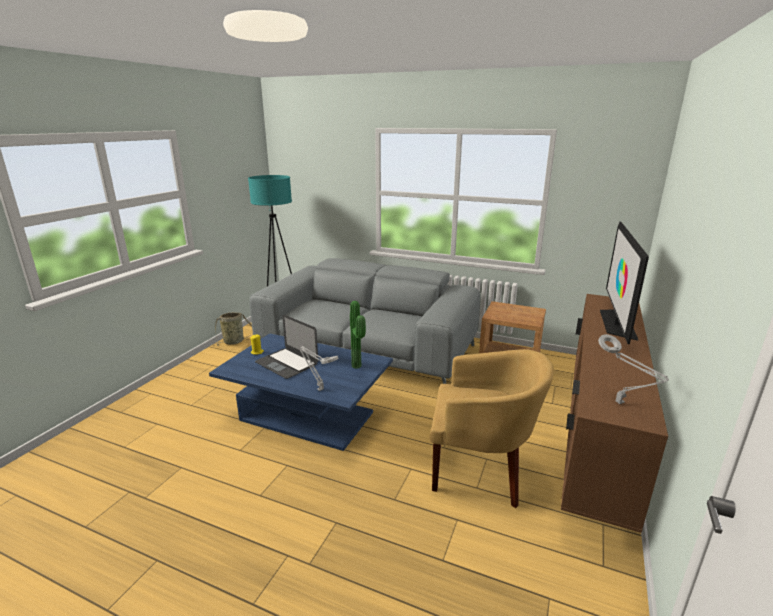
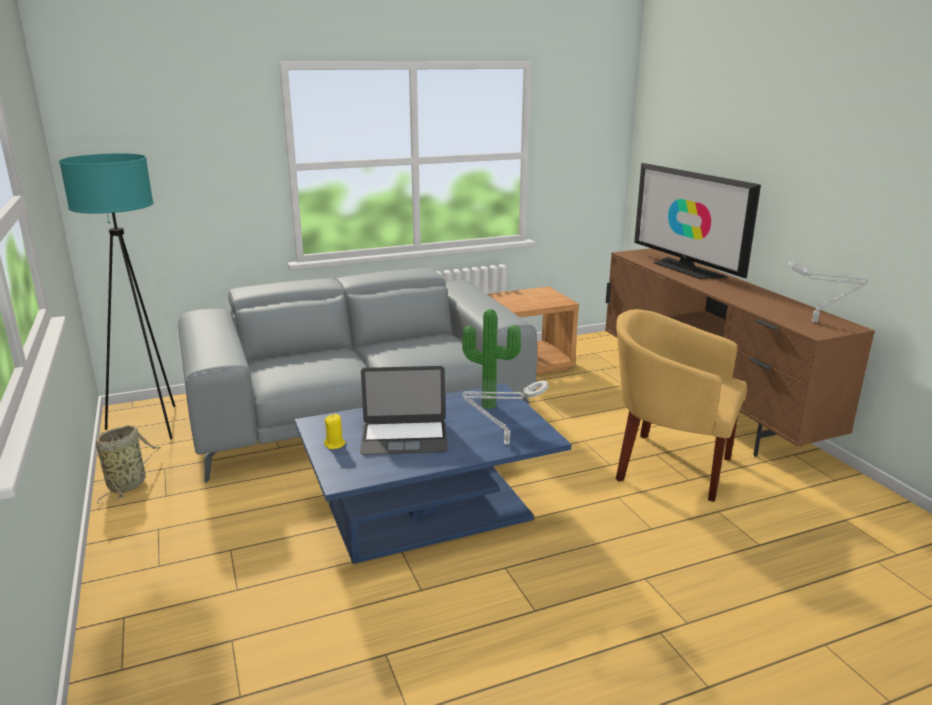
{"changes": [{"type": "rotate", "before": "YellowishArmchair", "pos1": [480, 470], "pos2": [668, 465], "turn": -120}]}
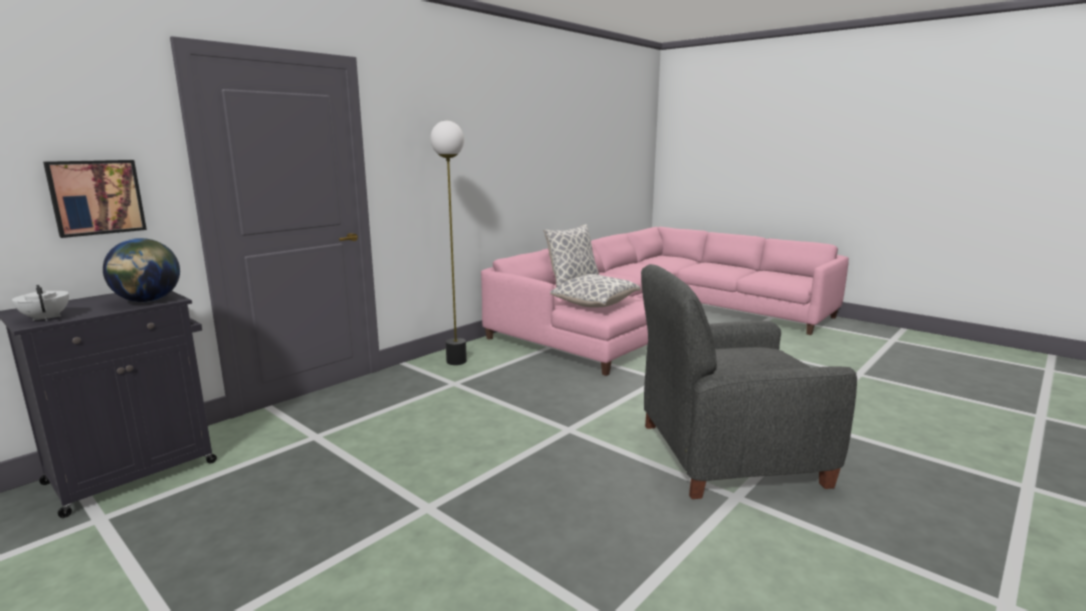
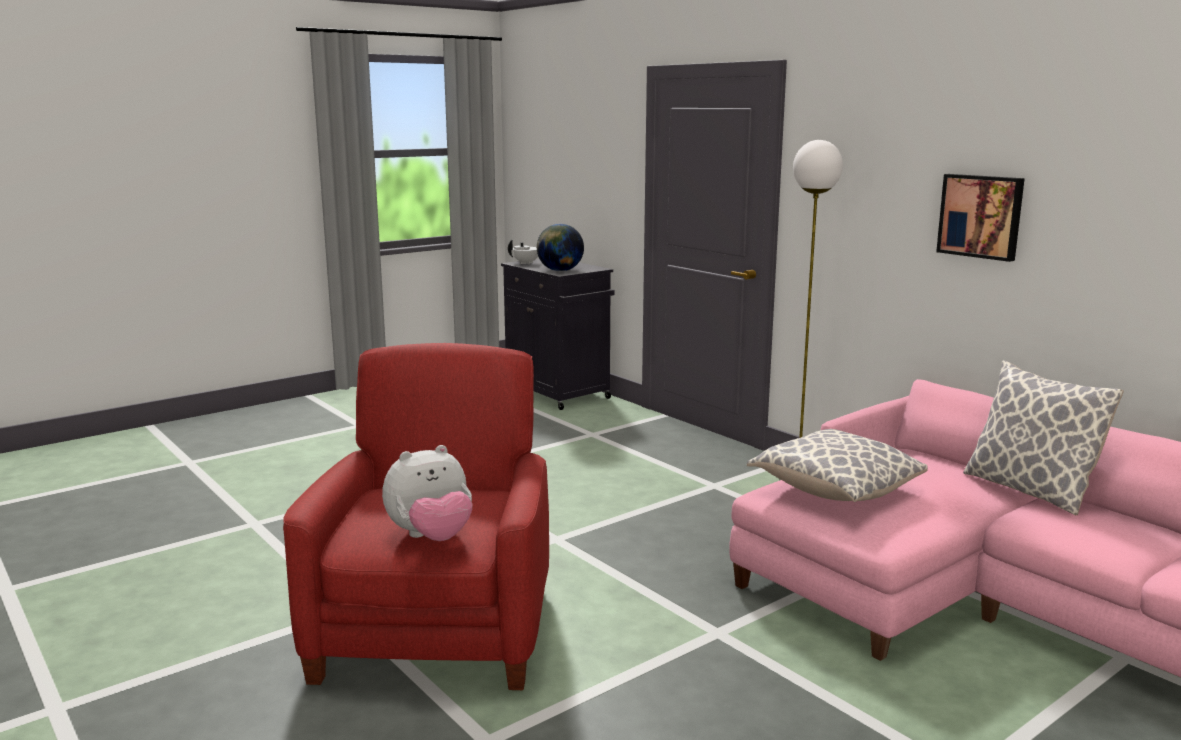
{"changes": [{"type": "move", "before": "WallArt", "pos1": [96, 197], "pos2": [981, 216]}, {"type": "recolor", "before": "GreyArmchair", "after": "RedColouredArmchair", "pos1": [727, 454], "pos2": [437, 629]}, {"type": "insert", "after": "CuddlyToy", "pos2": [431, 537]}]}
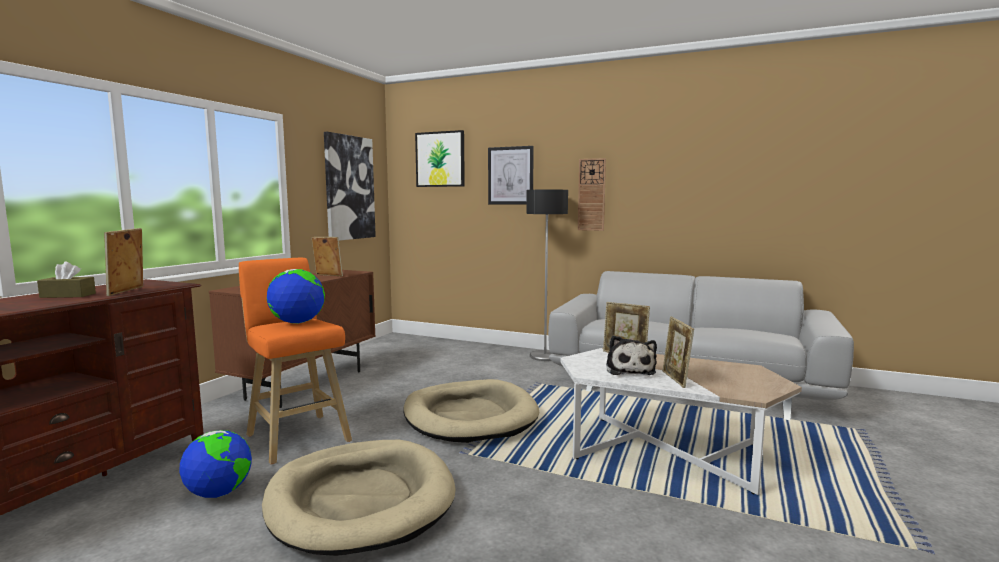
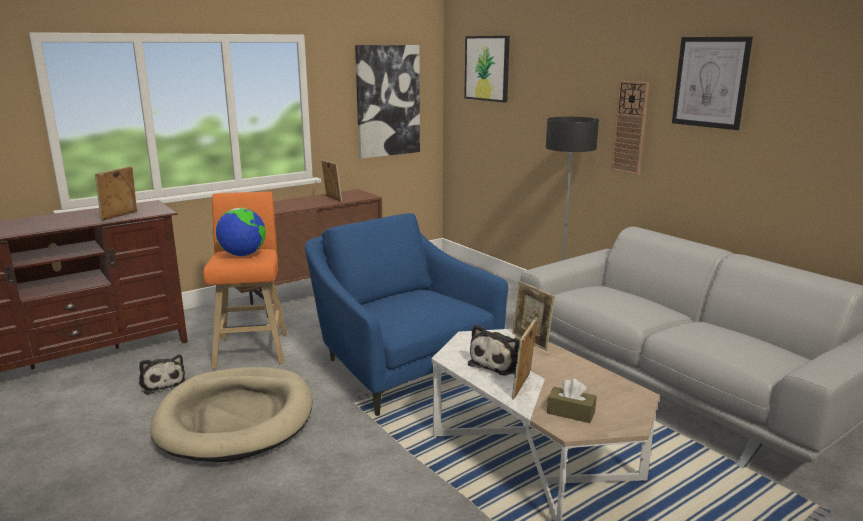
{"changes": [{"type": "move", "before": "WallArt", "pos1": [510, 175], "pos2": [710, 82]}, {"type": "move", "before": "BrownColouredTissueHolder", "pos1": [68, 295], "pos2": [571, 412]}, {"type": "replace", "before": "BeigePetBed", "after": "BlueColouredArmchair", "pos1": [470, 416], "pos2": [400, 365]}, {"type": "replace", "before": "DeskGlobe", "after": "CuddlyToy", "pos1": [219, 493], "pos2": [162, 383]}]}
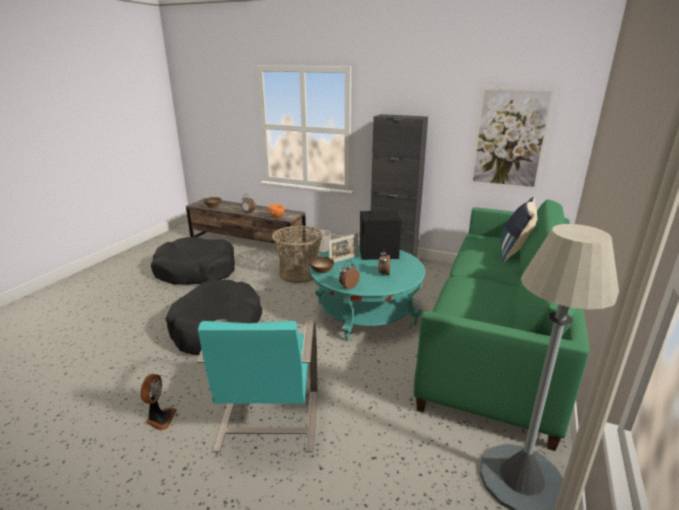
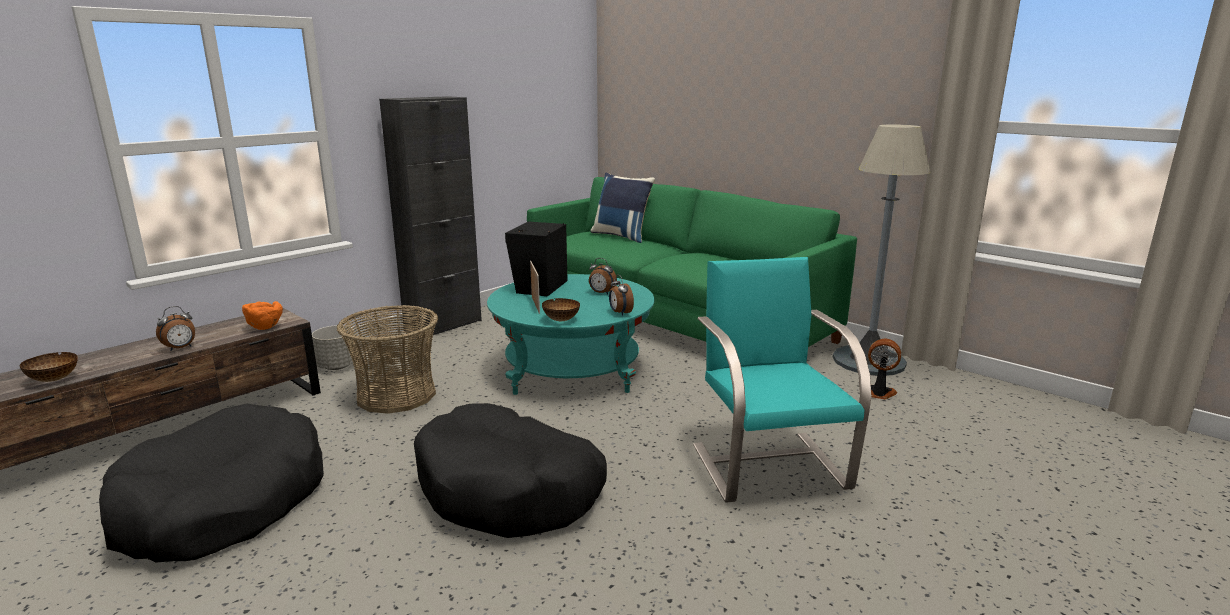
{"changes": [{"type": "delete", "before": "WallArt", "pos1": [509, 139]}, {"type": "rotate", "before": "TurquoiseColouredArmchair", "pos1": [268, 421], "pos2": [768, 465], "turn": -120}, {"type": "move", "before": "CoolingFan", "pos1": [160, 418], "pos2": [879, 393]}]}
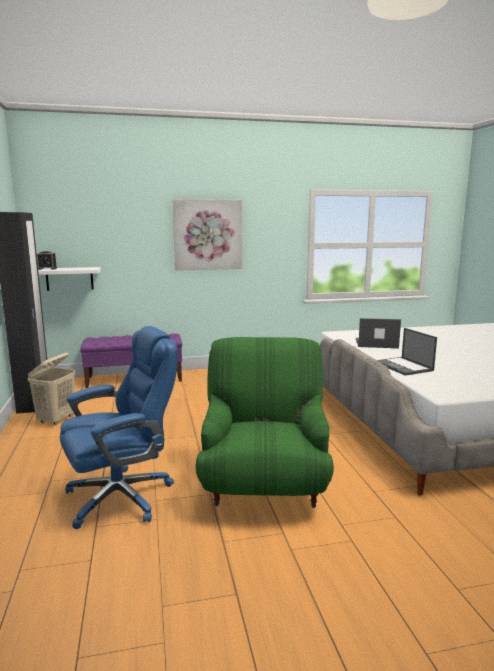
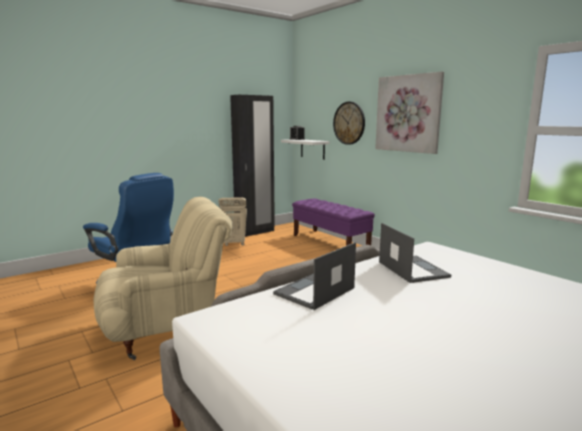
{"changes": [{"type": "recolor", "before": "GreenishArmchair", "after": "BeigeArmchair", "pos1": [264, 485], "pos2": [167, 329]}, {"type": "insert", "after": "WallClock", "pos2": [349, 123]}]}
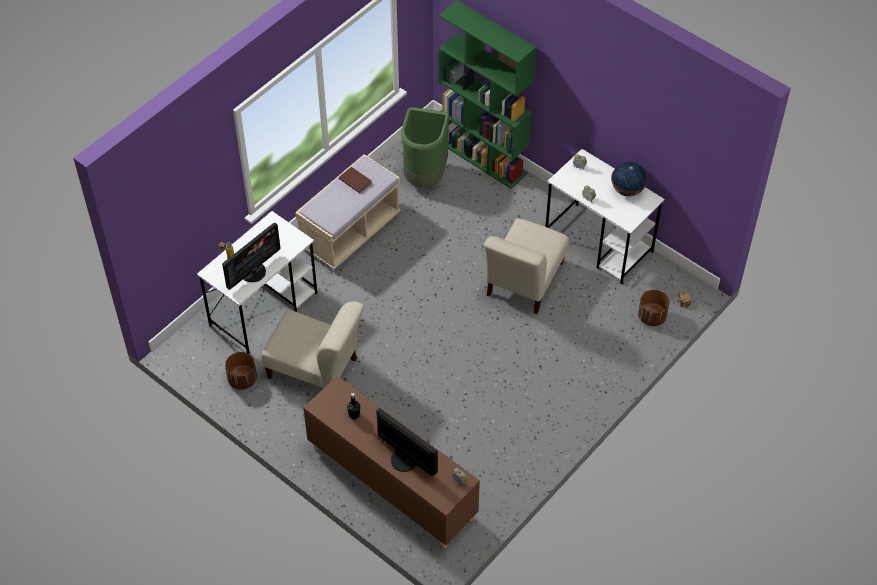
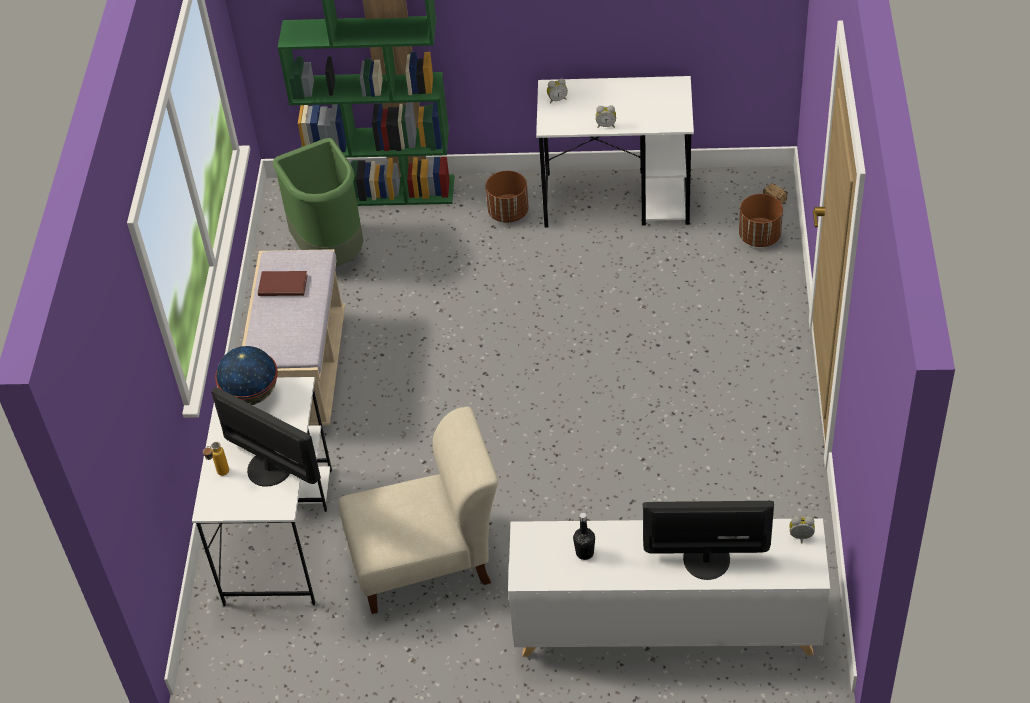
{"changes": [{"type": "move", "before": "DeskGlobe", "pos1": [627, 190], "pos2": [251, 395]}, {"type": "delete", "before": "BeigePlainChair", "pos1": [523, 282]}, {"type": "rotate", "before": "ComputerDisplay", "pos1": [252, 271], "pos2": [270, 466], "turn": -60}, {"type": "move", "before": "BrownColouredPlantPot", "pos1": [242, 380], "pos2": [508, 213]}, {"type": "recolor", "before": "BrownColouredCupboard", "after": "WhiteCupboard", "pos1": [391, 482], "pos2": [665, 626]}]}
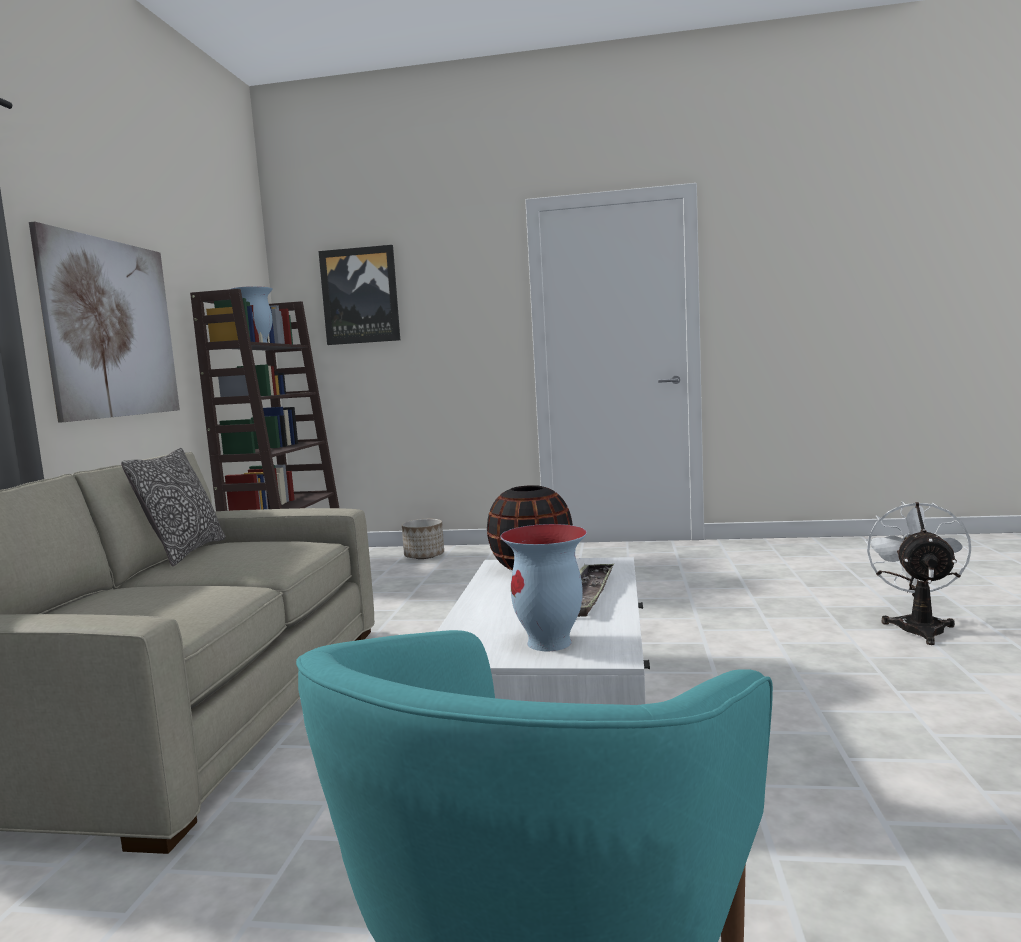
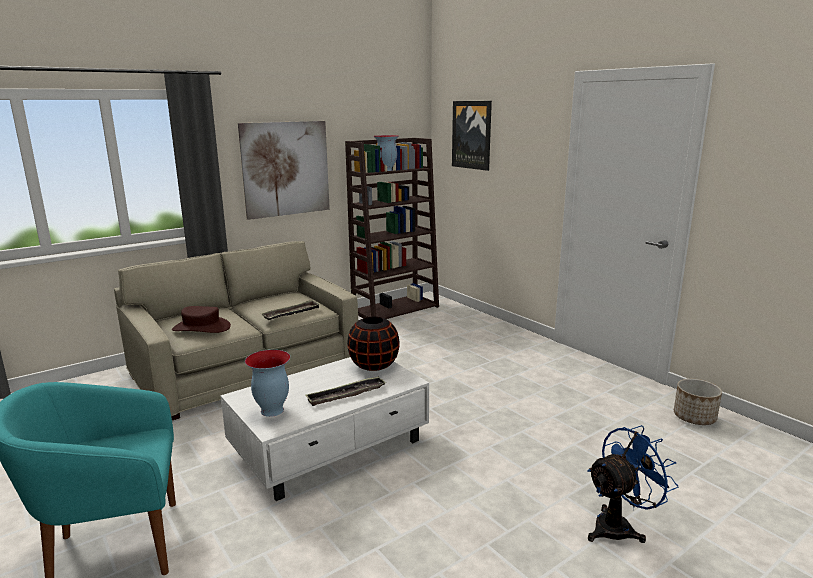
{"changes": [{"type": "delete", "before": "Cushion", "pos1": [185, 552]}, {"type": "recolor", "before": "WhiteCoolingFan", "after": "BlueColouredCoolingFan", "pos1": [918, 626], "pos2": [619, 526]}, {"type": "move", "before": "PlantPot", "pos1": [424, 556], "pos2": [694, 417]}, {"type": "insert", "after": "Tray", "pos2": [291, 313]}, {"type": "insert", "after": "BrownColouredWearableHat", "pos2": [201, 328]}]}
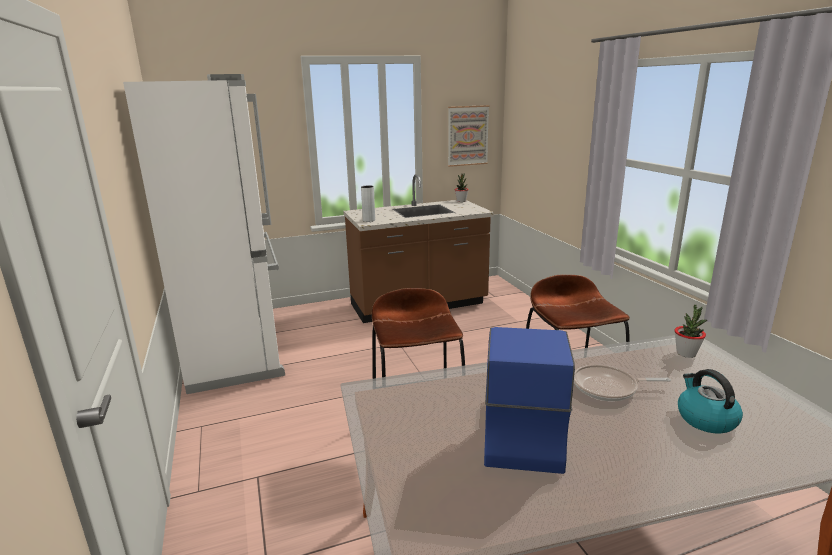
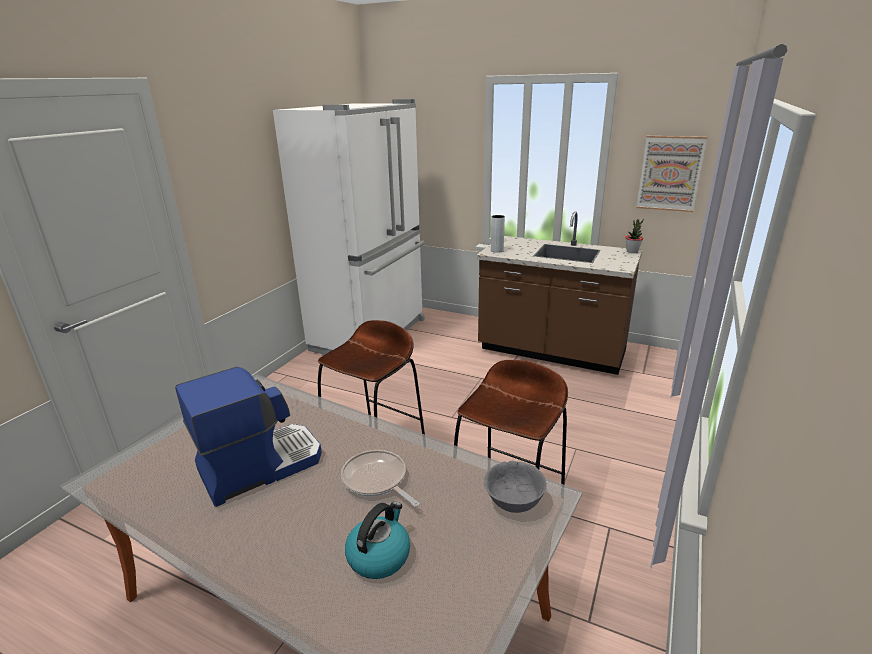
{"changes": [{"type": "replace", "before": "PlantInAPot", "after": "GreyBowl", "pos1": [686, 353], "pos2": [513, 502]}]}
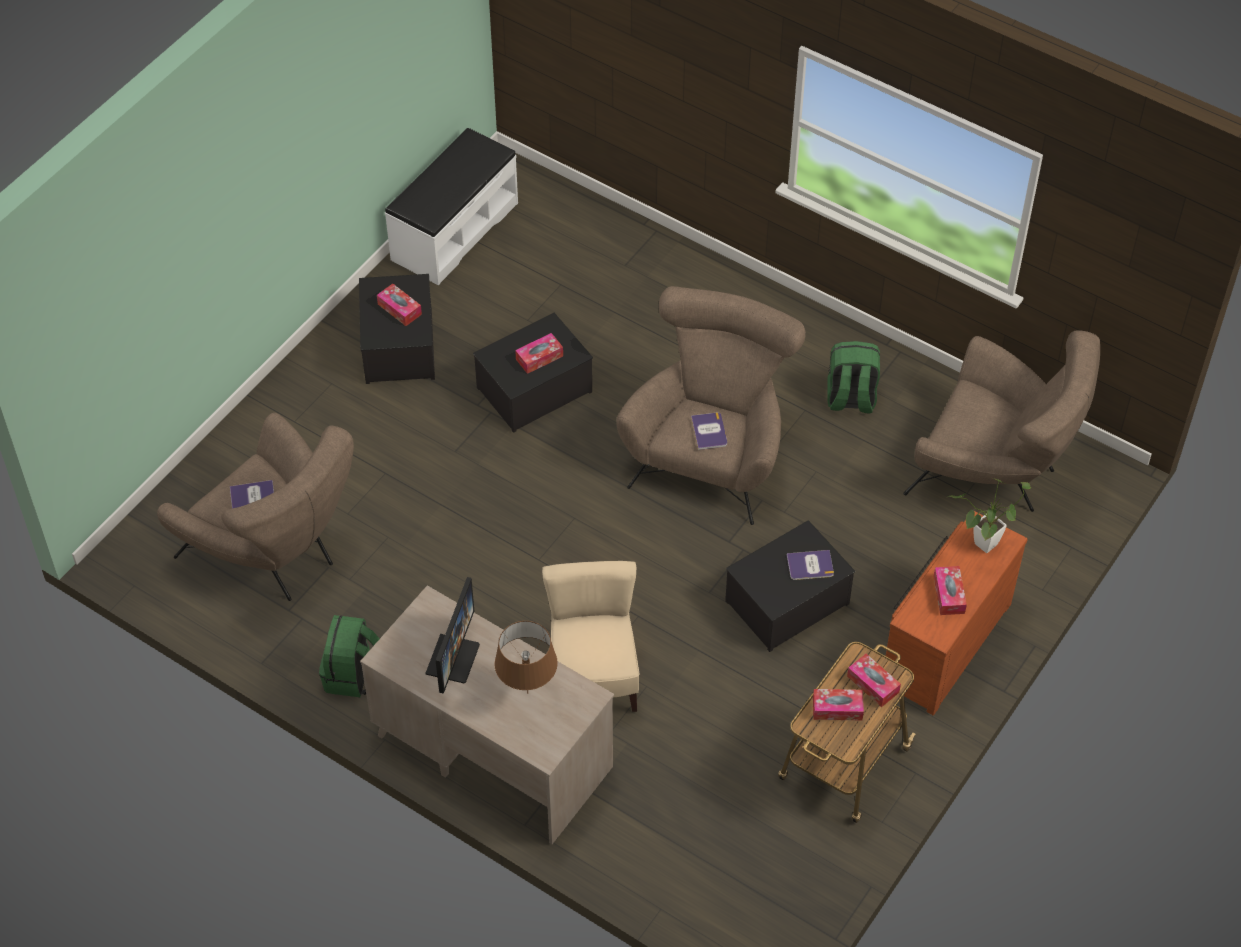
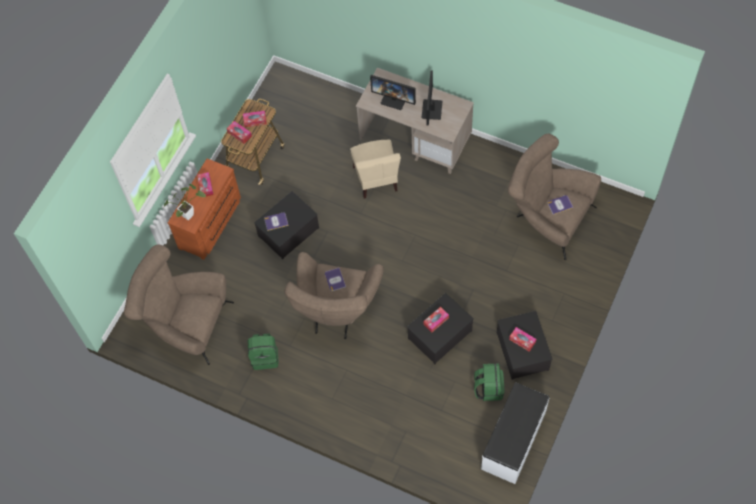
{"changes": [{"type": "move", "before": "GreenishRucksack", "pos1": [353, 675], "pos2": [488, 388]}, {"type": "replace", "before": "BrownColouredTableLamp", "after": "ComputerDisplay", "pos1": [527, 693], "pos2": [394, 99]}]}
